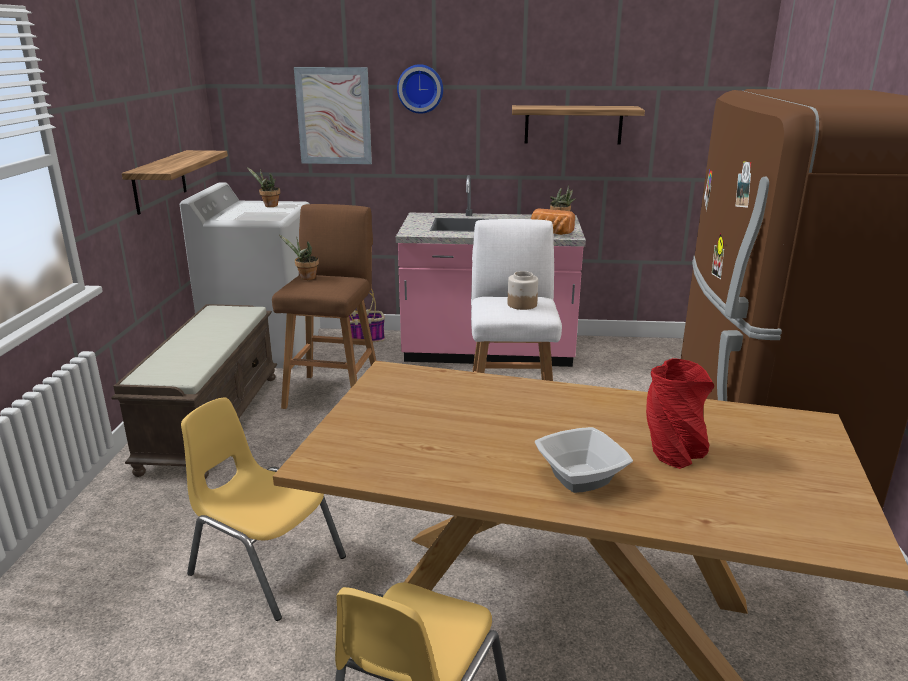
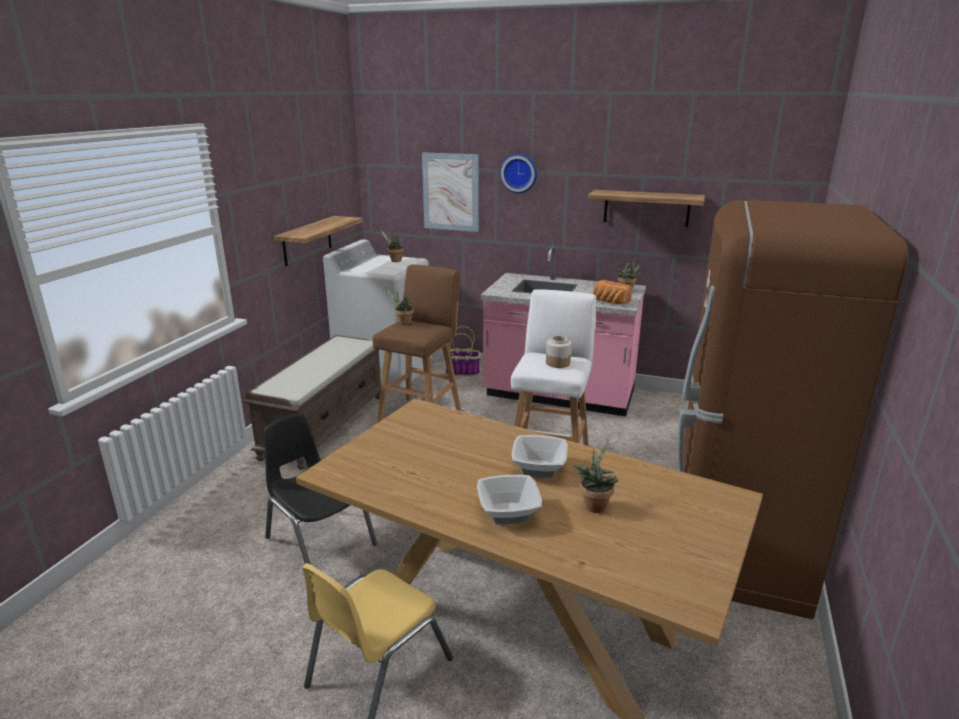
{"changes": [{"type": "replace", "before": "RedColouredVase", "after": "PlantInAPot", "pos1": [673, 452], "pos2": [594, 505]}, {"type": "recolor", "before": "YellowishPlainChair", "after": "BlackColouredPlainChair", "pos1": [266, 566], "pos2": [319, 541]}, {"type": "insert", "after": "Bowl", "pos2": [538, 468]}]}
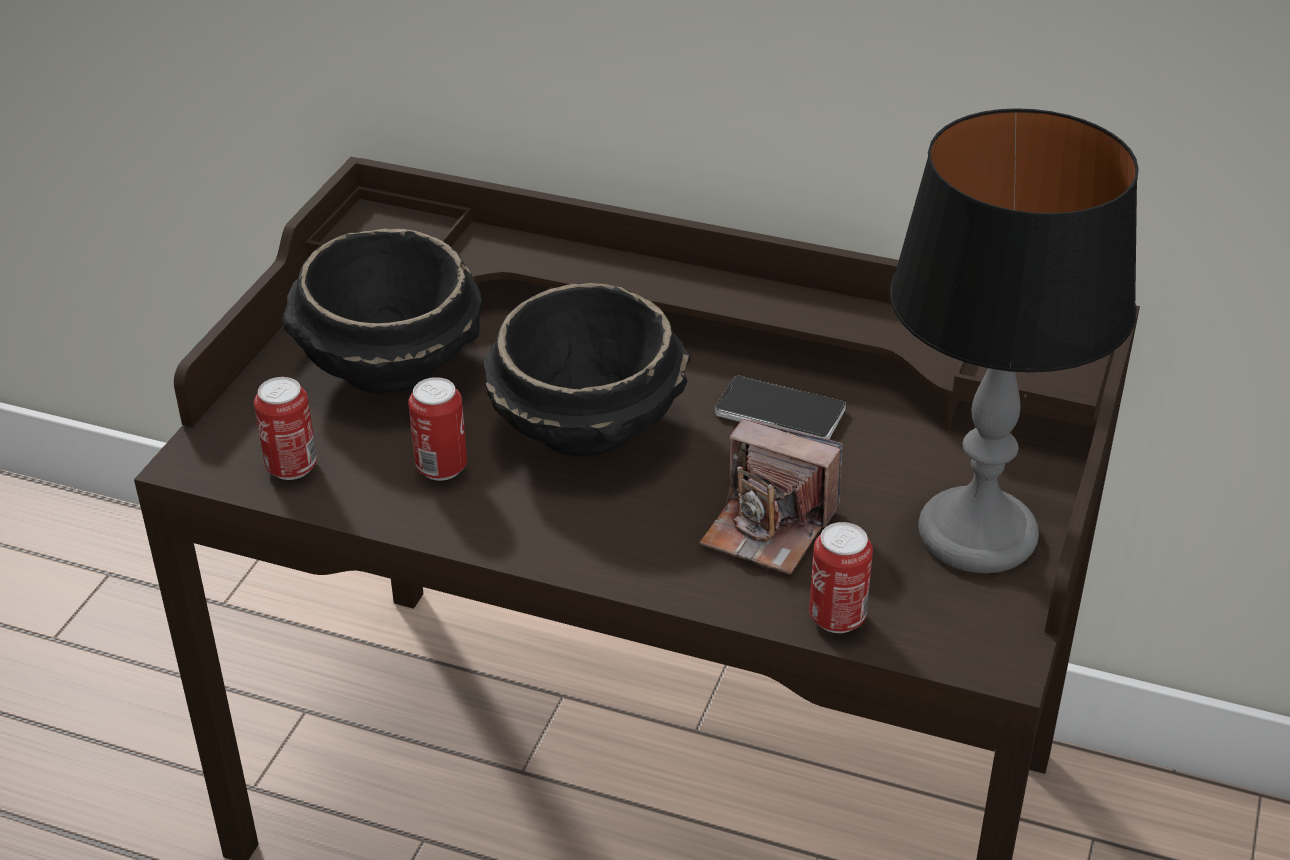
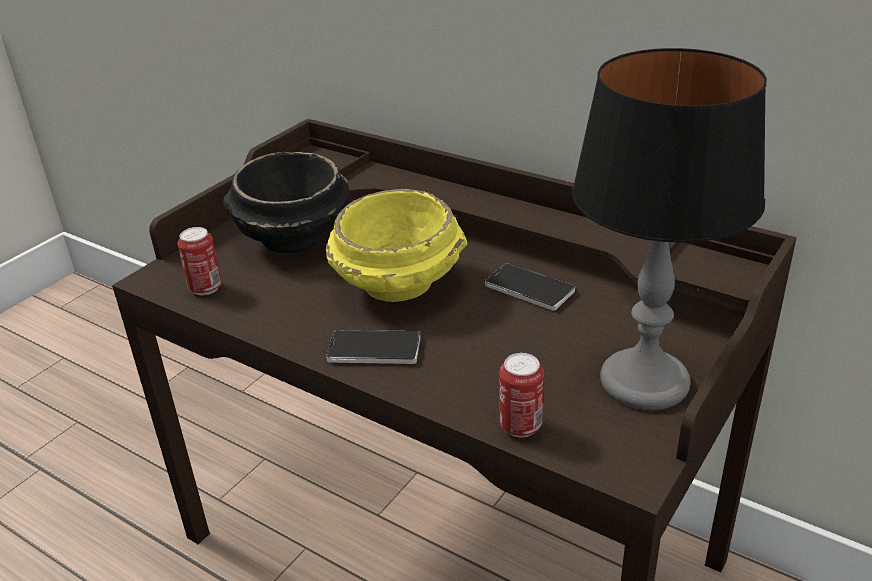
{"changes": [{"type": "recolor", "before": "BlackColouredBowl", "after": "YellowishBowl", "pos1": [589, 426], "pos2": [400, 284]}, {"type": "delete", "before": "SealedCan", "pos1": [441, 468]}, {"type": "delete", "before": "PhotoCamera", "pos1": [769, 527]}, {"type": "insert", "after": "Handset", "pos2": [374, 349]}]}
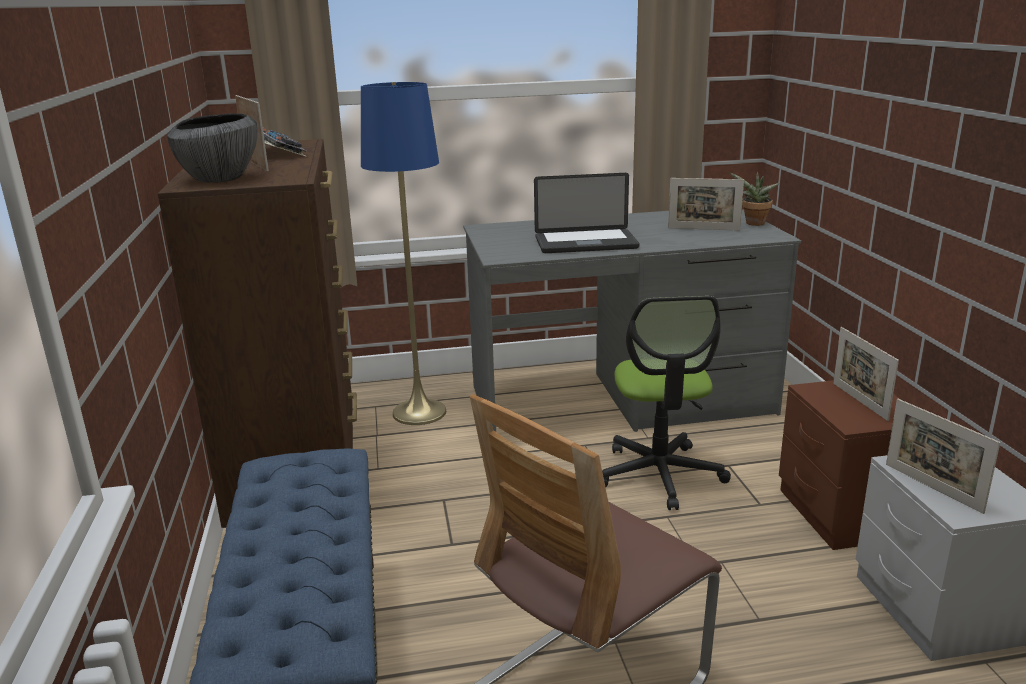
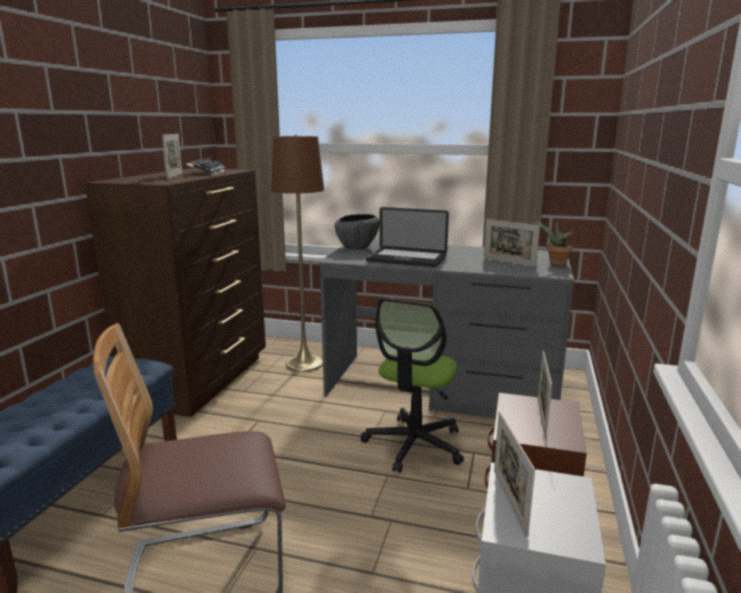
{"changes": [{"type": "recolor", "before": "BlueColouredStandardLamp", "after": "BrownColouredStandardLamp", "pos1": [419, 412], "pos2": [304, 364]}, {"type": "move", "before": "Bowl", "pos1": [219, 179], "pos2": [356, 247]}]}
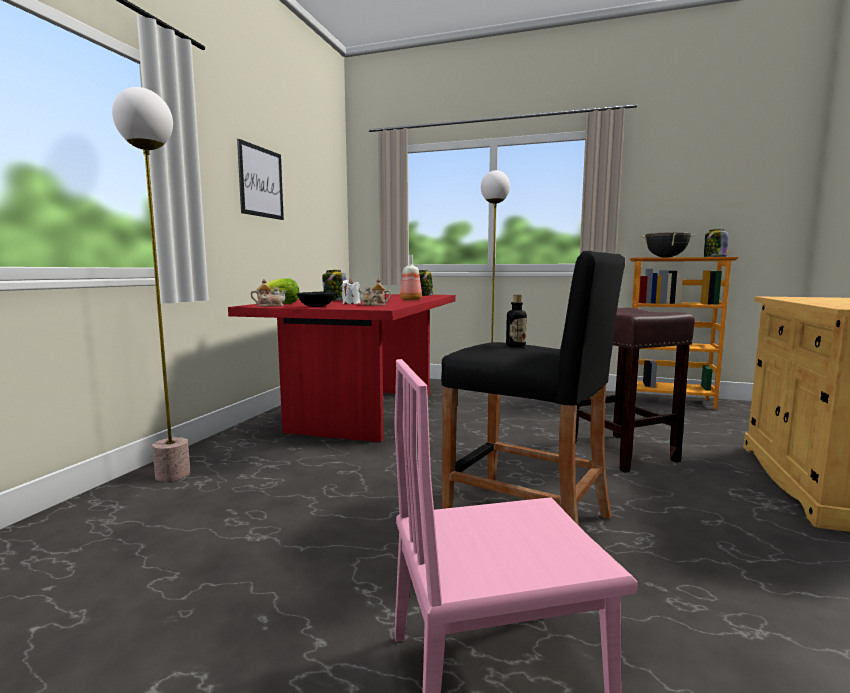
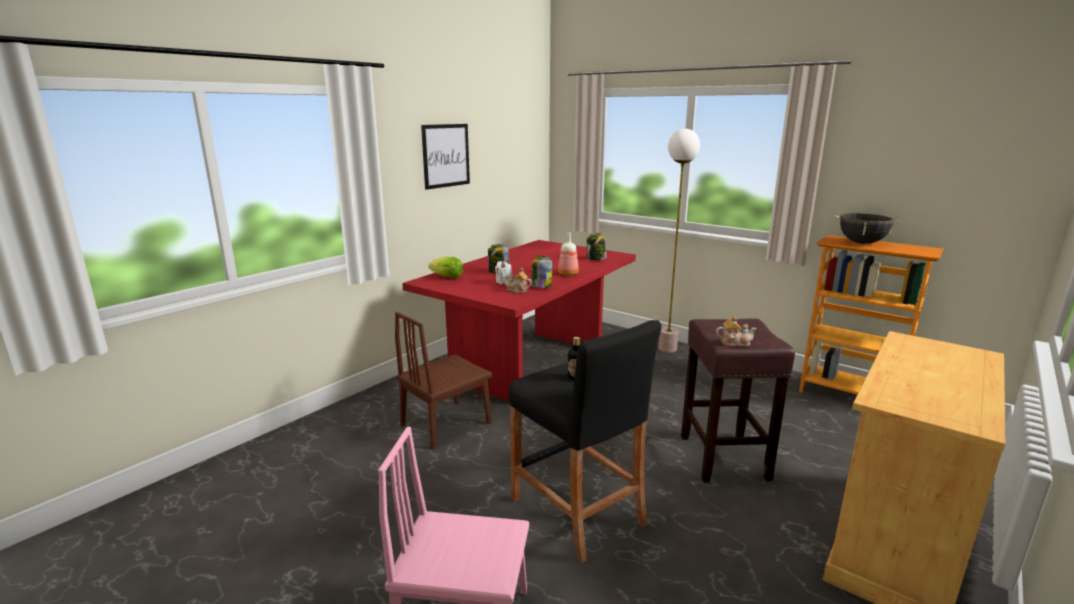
{"changes": [{"type": "delete", "before": "StandardLamp", "pos1": [173, 475]}, {"type": "move", "before": "StorageJar", "pos1": [714, 257], "pos2": [541, 286]}, {"type": "move", "before": "PotForTea", "pos1": [269, 306], "pos2": [734, 343]}, {"type": "delete", "before": "BlackColouredBowl", "pos1": [317, 306]}, {"type": "insert", "after": "BrownColouredPlainChair", "pos2": [446, 424]}]}
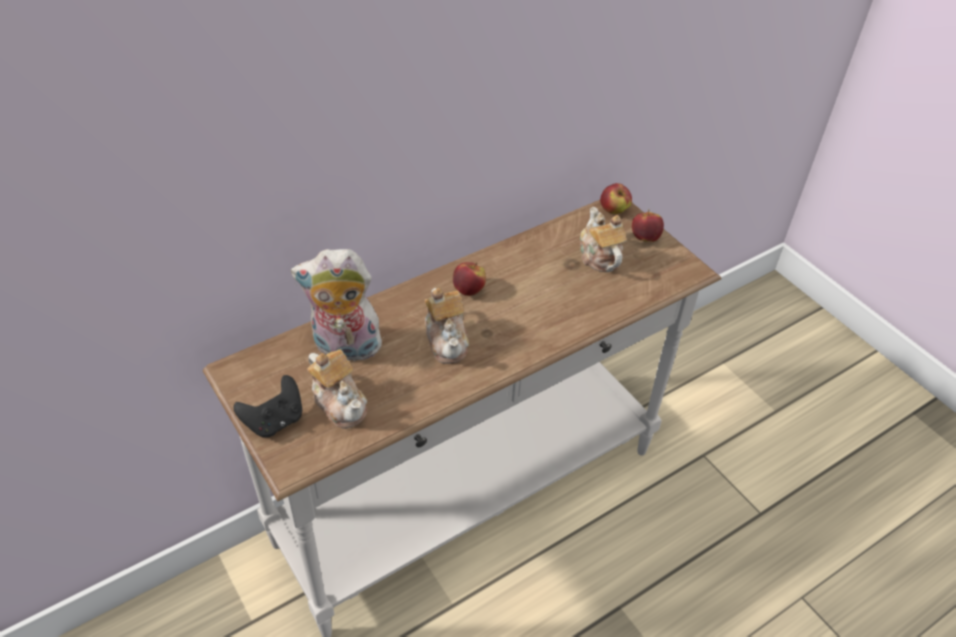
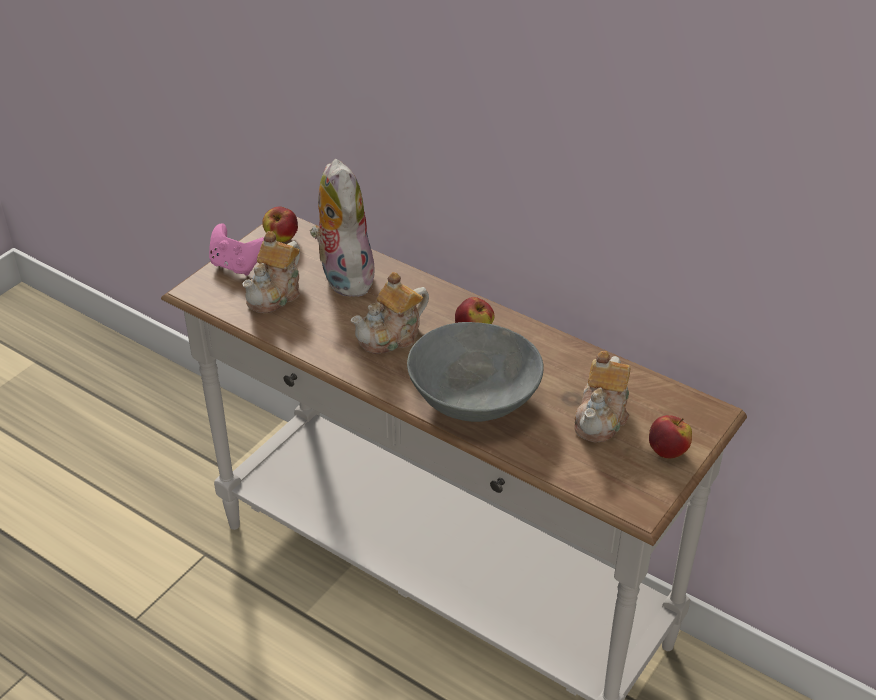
{"changes": [{"type": "move", "before": "Apple", "pos1": [613, 210], "pos2": [281, 238]}, {"type": "rotate", "before": "PotForTea", "pos1": [599, 256], "pos2": [602, 417], "turn": 150}, {"type": "recolor", "before": "BlackColouredGamepad", "after": "PinkGamepad", "pos1": [275, 421], "pos2": [237, 265]}, {"type": "insert", "after": "GreyBowl", "pos2": [473, 400]}]}
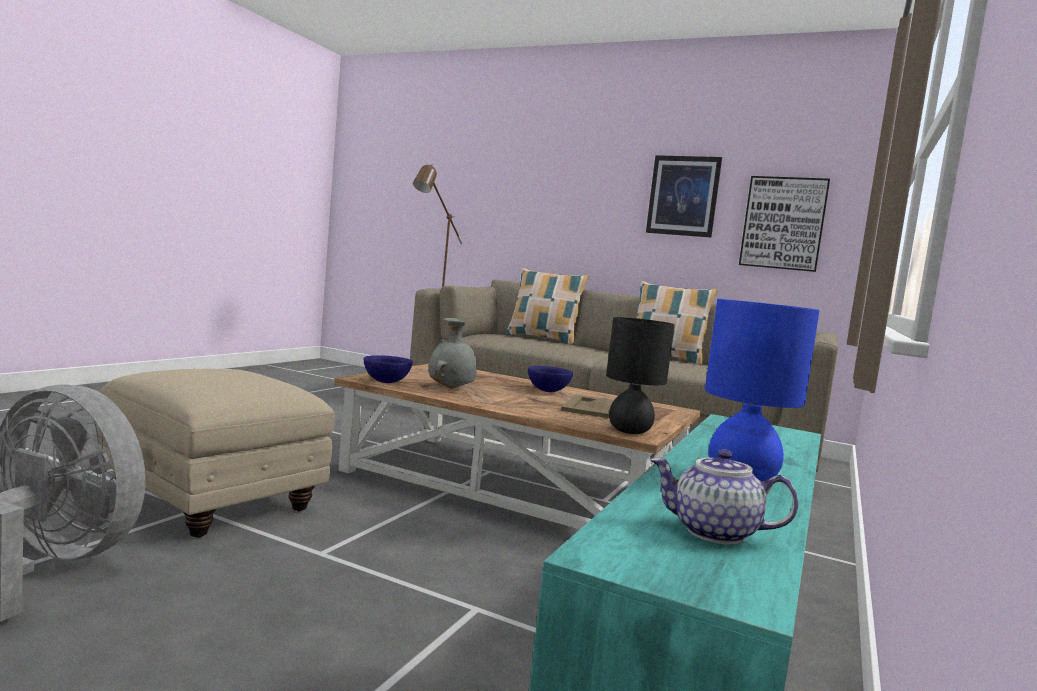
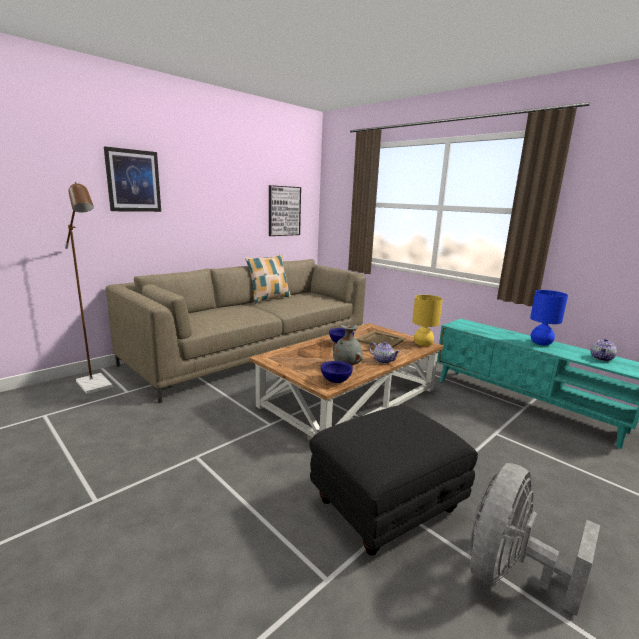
{"changes": [{"type": "move", "before": "WallArt", "pos1": [683, 196], "pos2": [133, 181]}, {"type": "delete", "before": "Cushion", "pos1": [542, 339]}, {"type": "recolor", "before": "BlackColouredTableLamp", "after": "YellowishTableLamp", "pos1": [629, 431], "pos2": [423, 344]}, {"type": "recolor", "before": "BeigePouffe", "after": "BlackColouredPouffe", "pos1": [211, 499], "pos2": [385, 507]}, {"type": "insert", "after": "PotForTea", "pos2": [383, 361]}]}
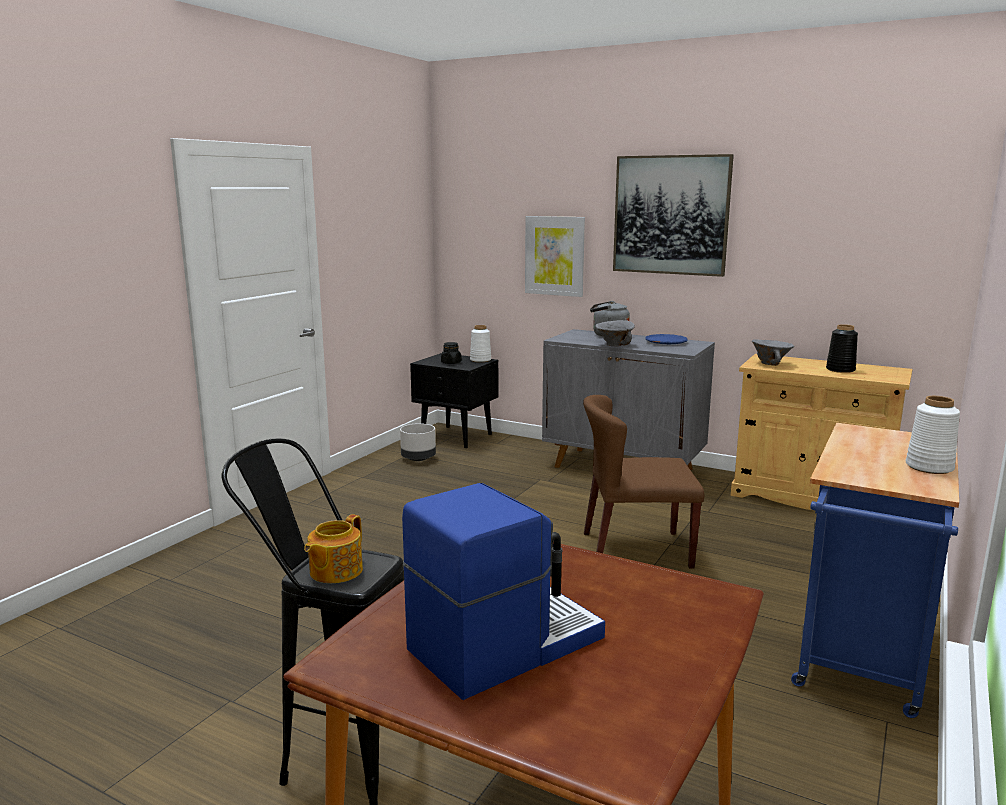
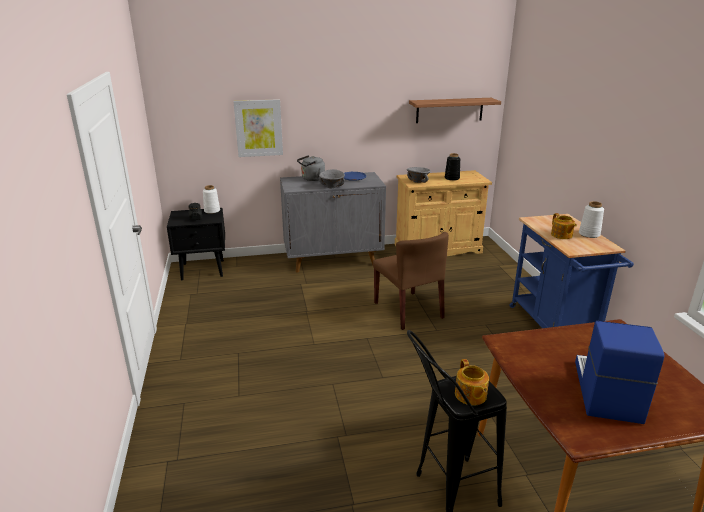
{"changes": [{"type": "delete", "before": "WallArt", "pos1": [671, 215]}, {"type": "rotate", "before": "BrownColouredPlainChair", "pos1": [635, 550], "pos2": [408, 310], "turn": -75}, {"type": "delete", "before": "GreyPlantPot", "pos1": [418, 458]}, {"type": "insert", "after": "WallShelf", "pos2": [449, 110]}, {"type": "insert", "after": "PotForTea", "pos2": [561, 235]}]}
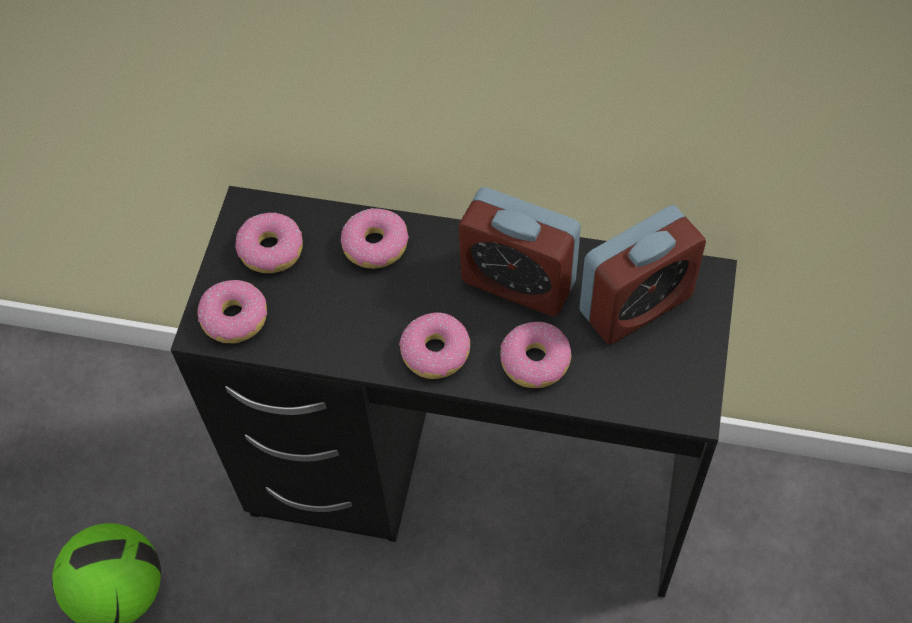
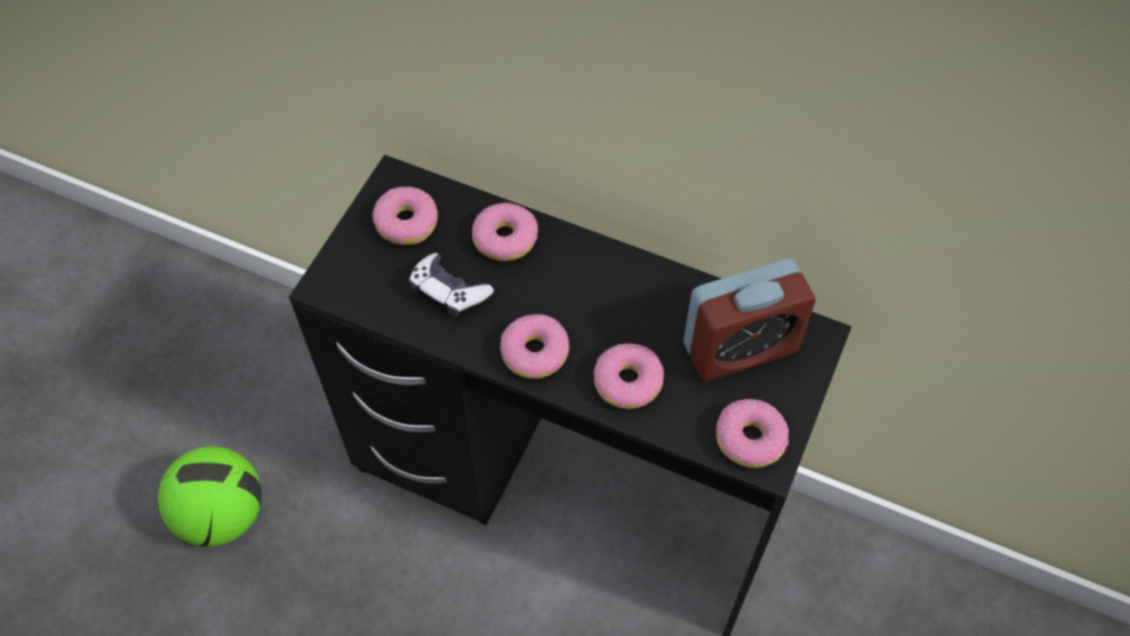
{"changes": [{"type": "delete", "before": "TableClock", "pos1": [518, 282]}, {"type": "move", "before": "RingDoughnut", "pos1": [235, 318], "pos2": [750, 439]}, {"type": "insert", "after": "Gamepad", "pos2": [449, 292]}]}
